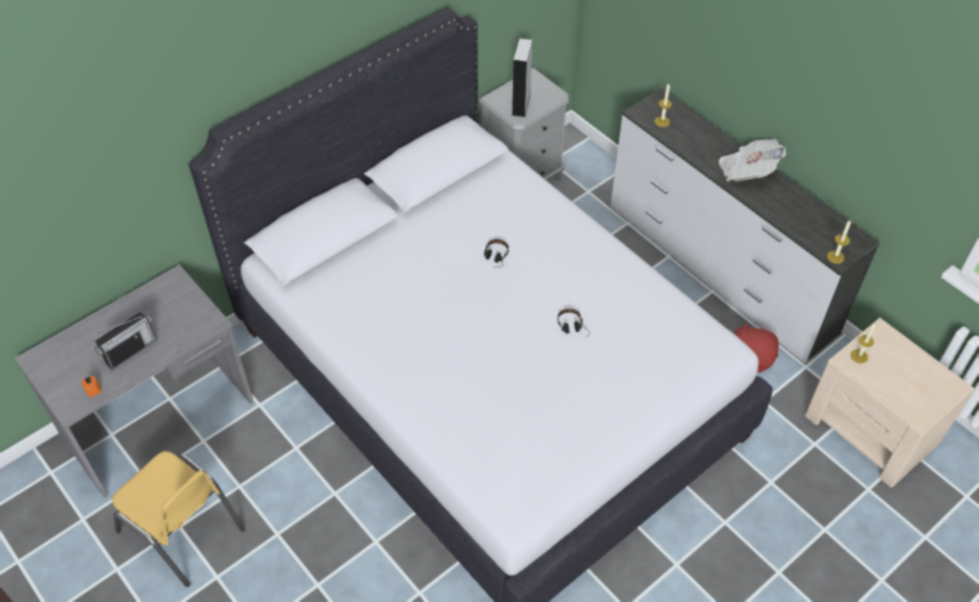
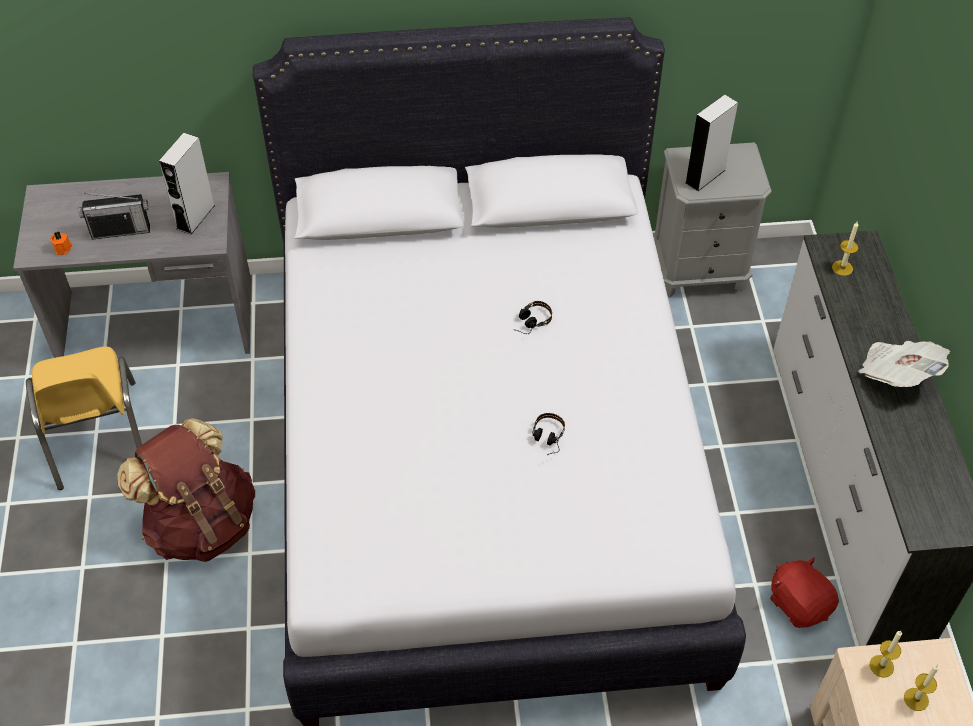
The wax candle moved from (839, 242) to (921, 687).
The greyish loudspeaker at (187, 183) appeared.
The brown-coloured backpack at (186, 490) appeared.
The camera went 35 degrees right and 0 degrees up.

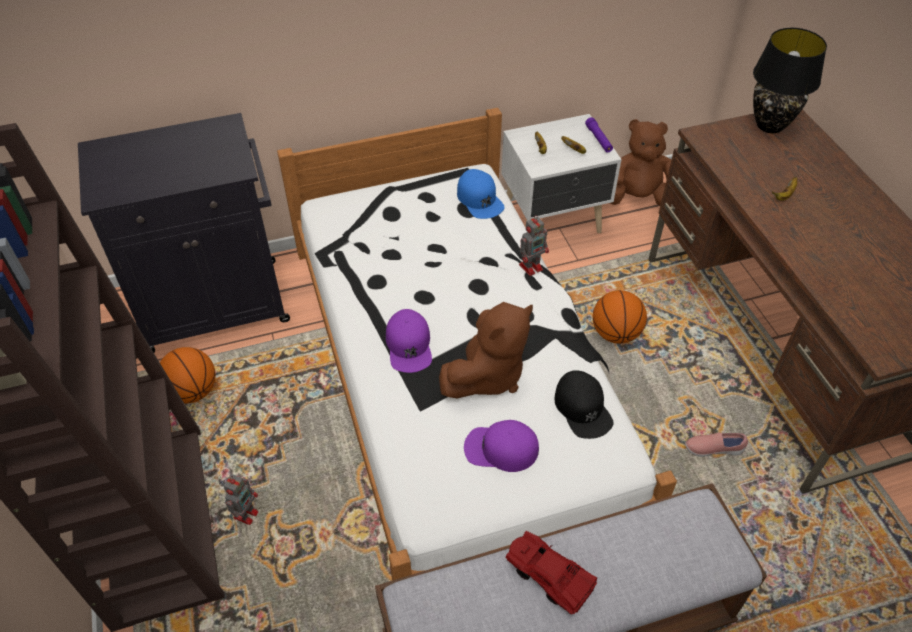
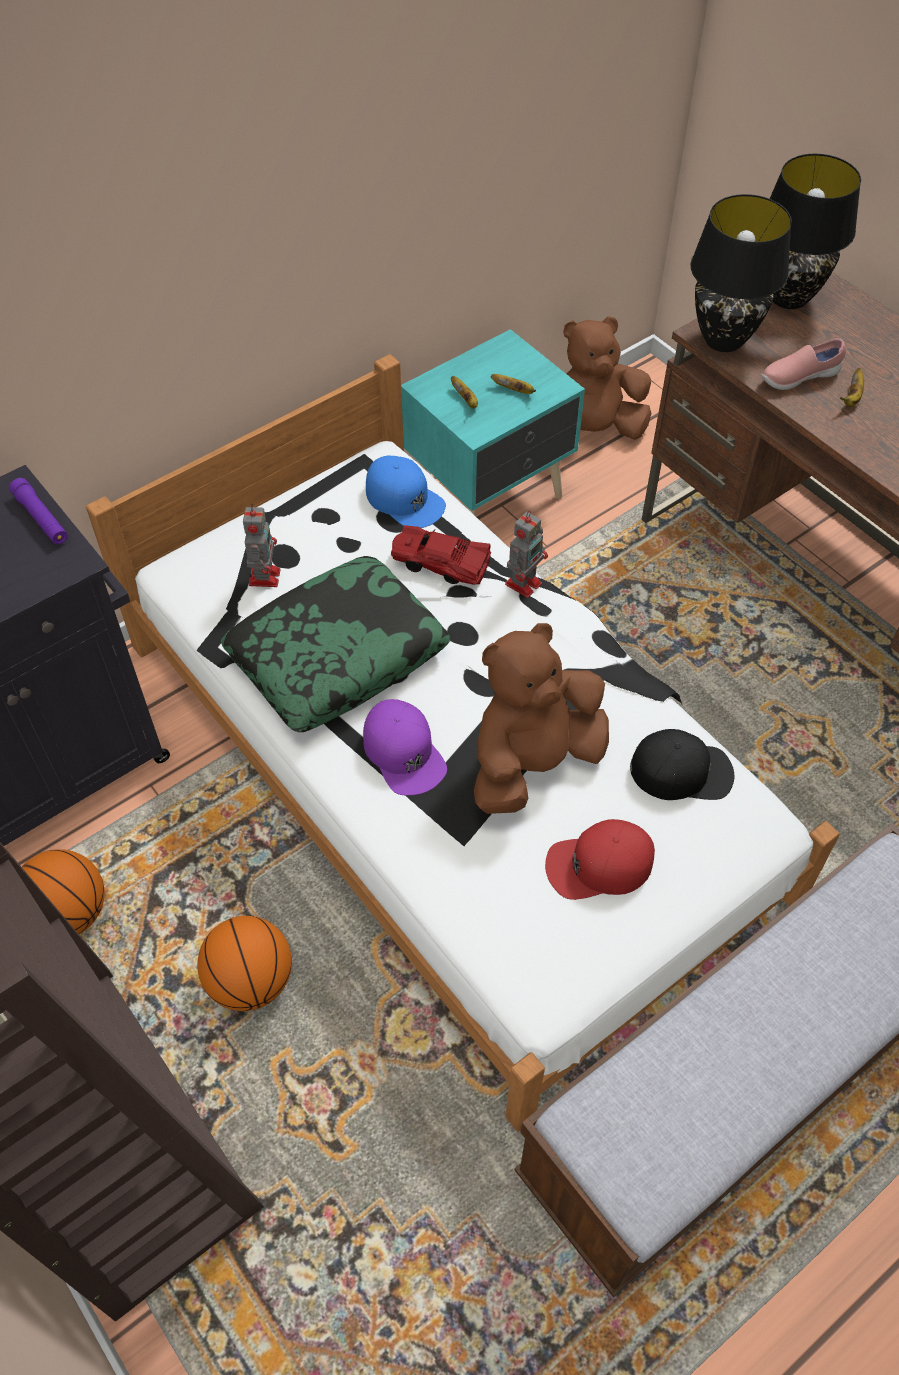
The white-coloured bedside table at (561, 173) became the turquoise bedside table at (493, 422).
The purple-coloured torch moved from (599, 135) to (38, 511).
The basketball moved from (620, 317) to (244, 963).
The brown-coloured plush toy at (486, 350) turned 150 degrees counterclockwise.
The black cap at (584, 404) turned 45 degrees counterclockwise.
The purple-coloured cap at (501, 446) became the reddish cap at (600, 859).
The pinkish item of footwear moved from (716, 444) to (803, 364).
The model robot moved from (240, 499) to (262, 545).
The reddish model car moved from (551, 573) to (441, 555).
The black lamp for a table at (741, 273) appeared.
The throw pillow at (335, 644) appeared.
The camera went 20 degrees left and 5 degrees up.

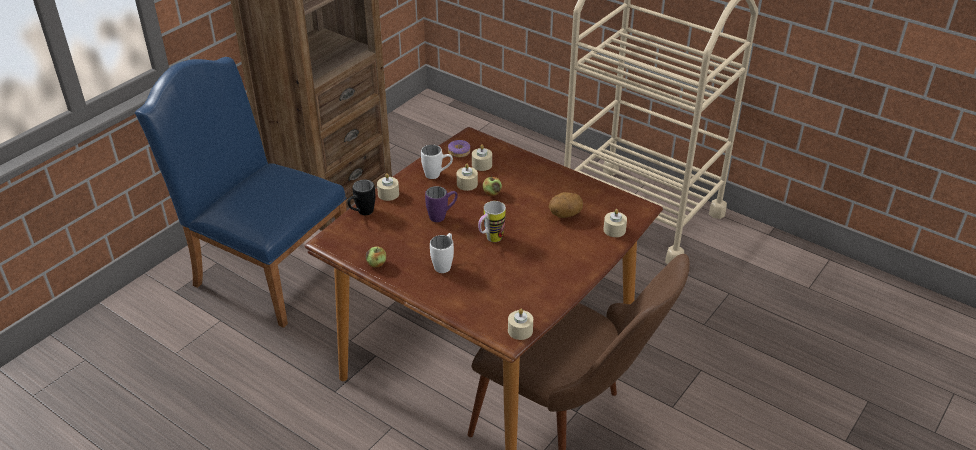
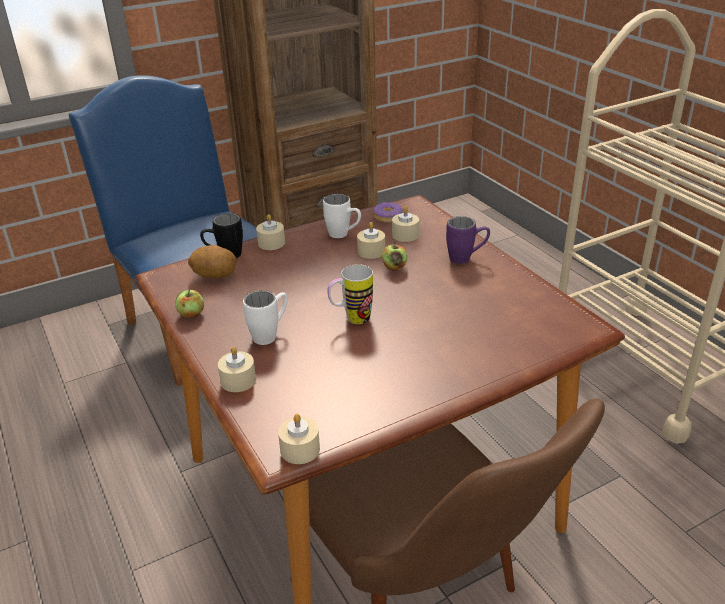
The purple-coloured mug moved from (441, 204) to (468, 240).
The spud moved from (566, 205) to (212, 261).
The sand-coloured wax candle moved from (615, 223) to (237, 369).
The camera went 25 degrees right and 5 degrees down.

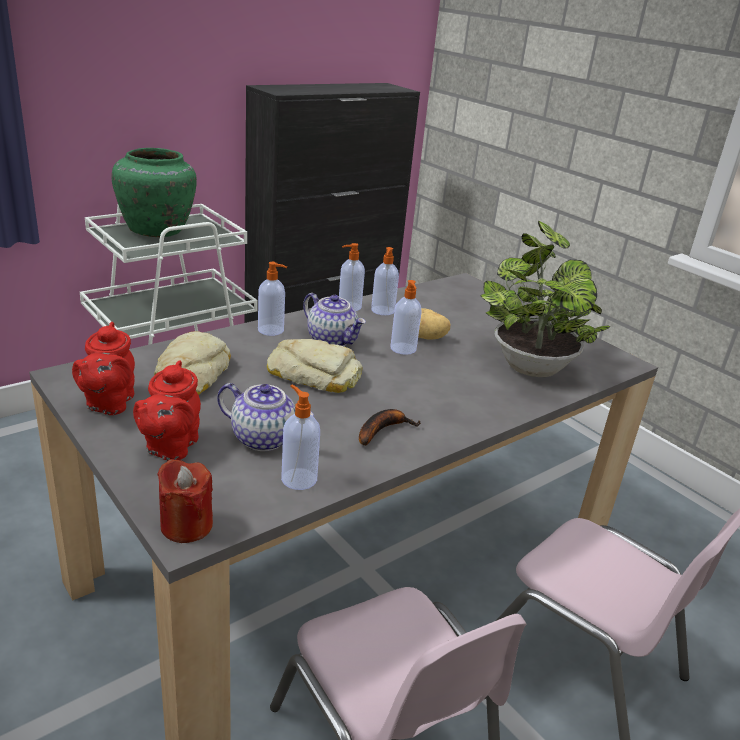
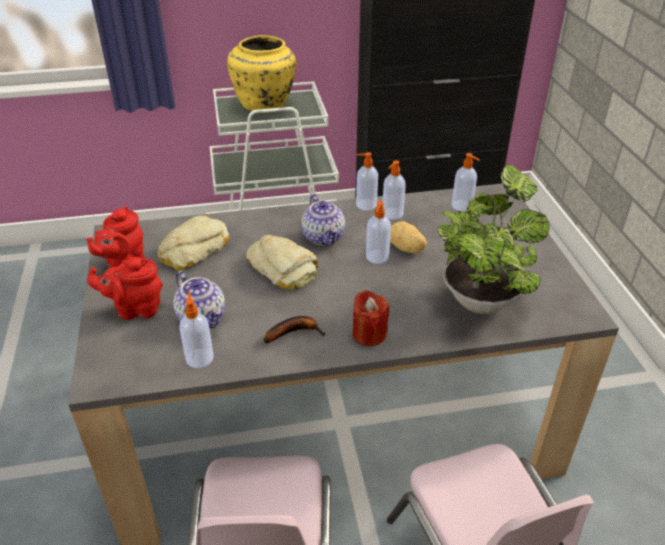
The greenish flower vase at (154, 192) became the yellowish flower vase at (261, 74).
The soap bottle moved from (272, 299) to (465, 182).
The reddish pot for tea at (167, 411) turned 45 degrees clockwise.
The reddish wax candle moved from (185, 501) to (371, 318).
The camera went 30 degrees right and 10 degrees up.

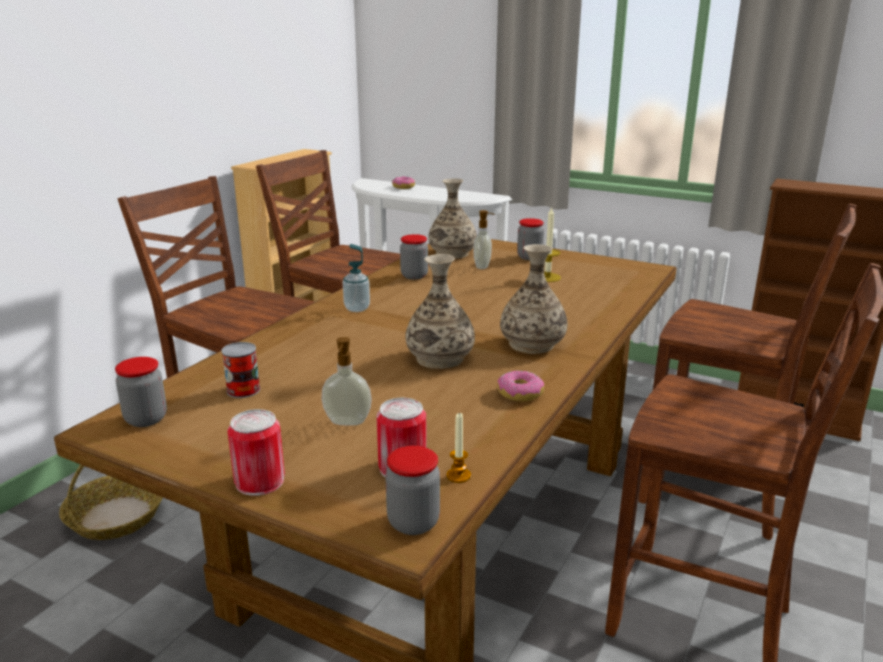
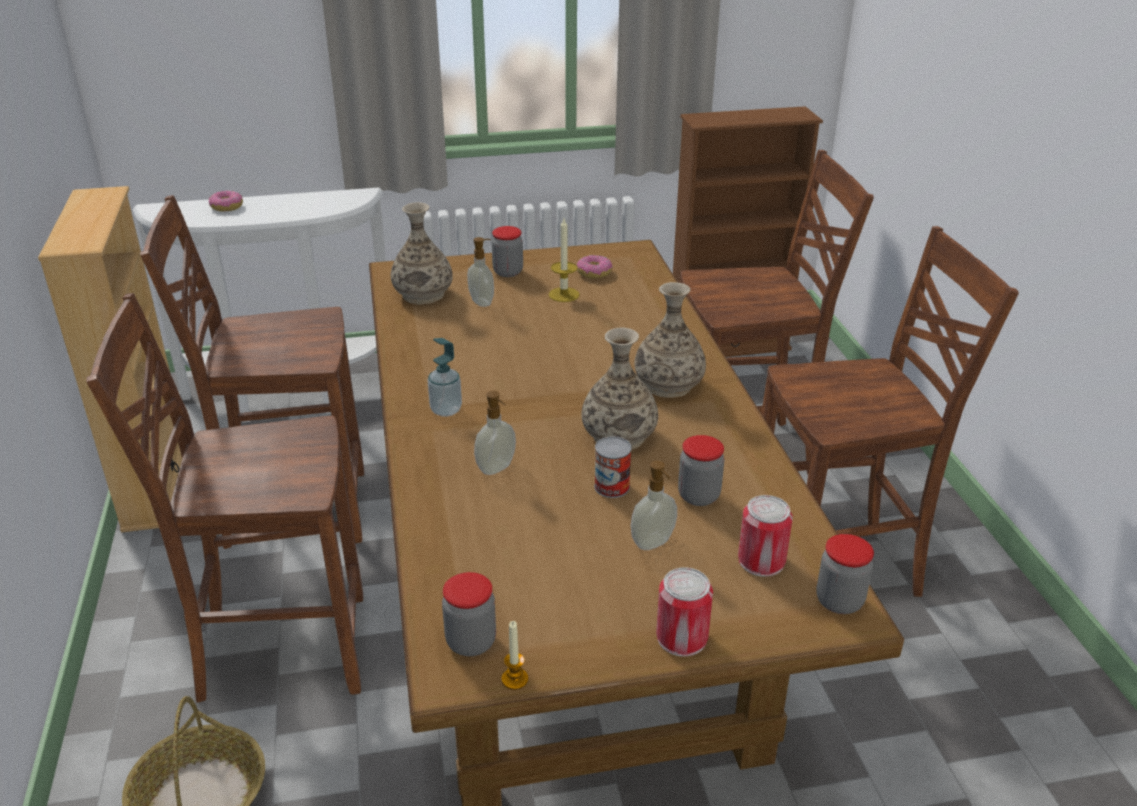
The storage jar moved from (414, 256) to (701, 470).
The metal can moved from (240, 370) to (613, 467).
The ring doughnut moved from (520, 386) to (594, 267).
The wax candle moved from (459, 447) to (514, 655).
The soap bottle at (495, 433) appeared.
The camera went 40 degrees left and 10 degrees up.

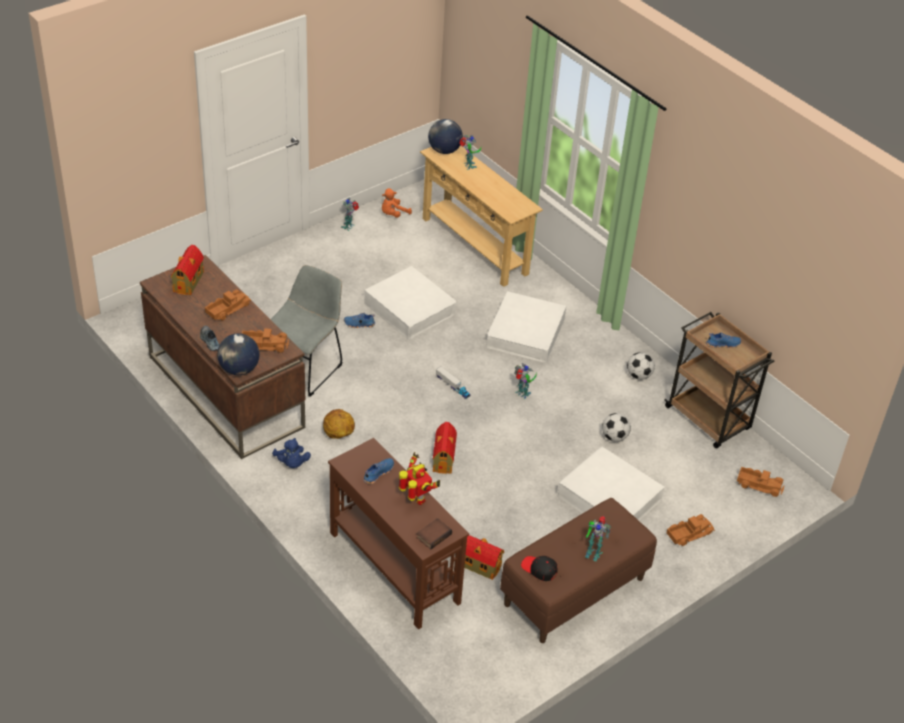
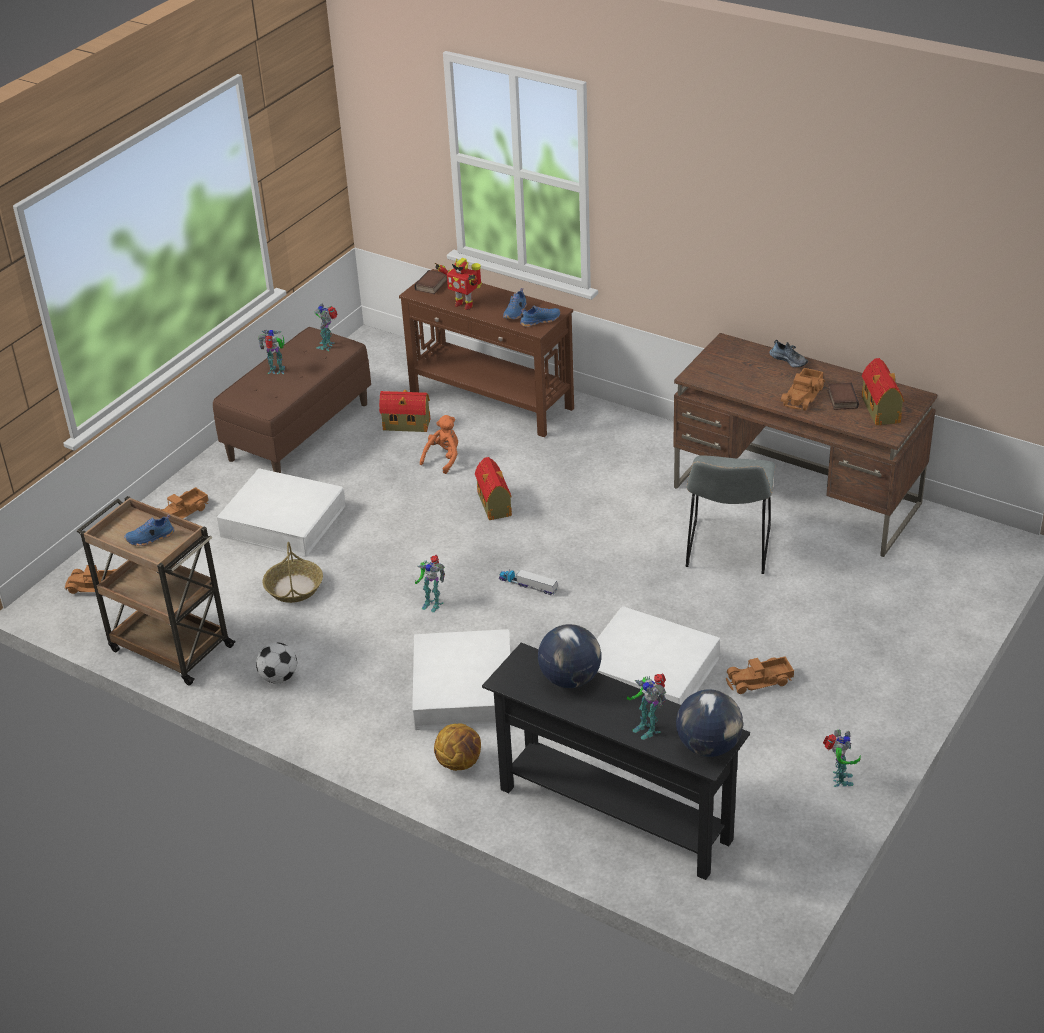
The sand-coloured narrow table at (481, 216) became the black narrow table at (616, 761).
The orange-coloured plush toy moved from (397, 203) to (439, 444).
The blue-coloured item of footwear moved from (359, 320) to (540, 316).
The toy truck moved from (265, 340) to (760, 675).
The world globe moved from (238, 354) to (569, 656).
The basketball moved from (339, 424) to (457, 747).
The football ball at (616, 427) was replaced by the basket at (292, 572).
The blue-coloured plush toy at (291, 453) disappeared.
The black cap at (539, 568) was replaced by the model robot at (326, 327).
The bound book at (843, 396) appeared.
The camera went 165 degrees right and 5 degrees down.

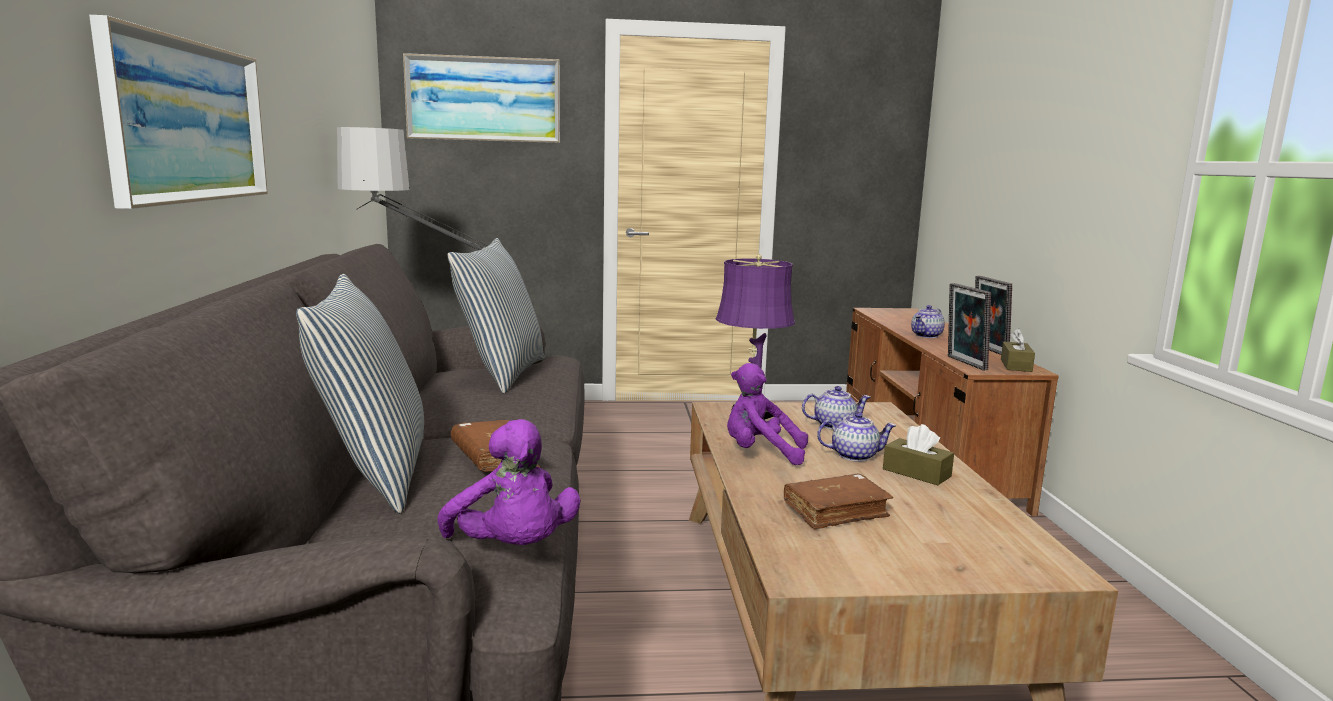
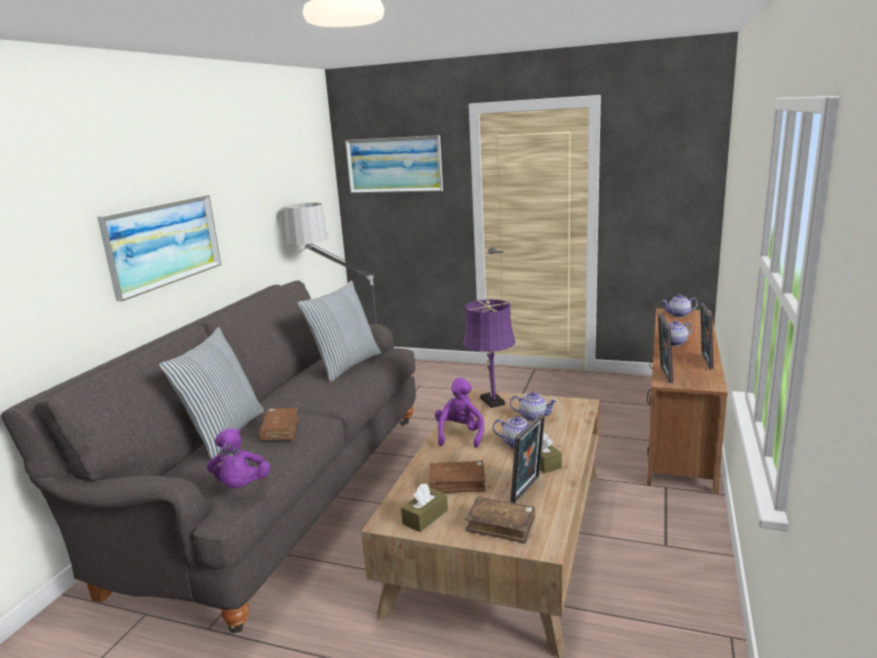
The brown-coloured tissue holder moved from (1018, 350) to (424, 507).
The purple-coloured plush toy at (767, 414) turned 60 degrees clockwise.
The pot for tea at (680, 305) appeared.
The photo frame at (527, 458) appeared.
The brown-coloured bound book at (500, 520) appeared.
The camera went 25 degrees right and 5 degrees up.

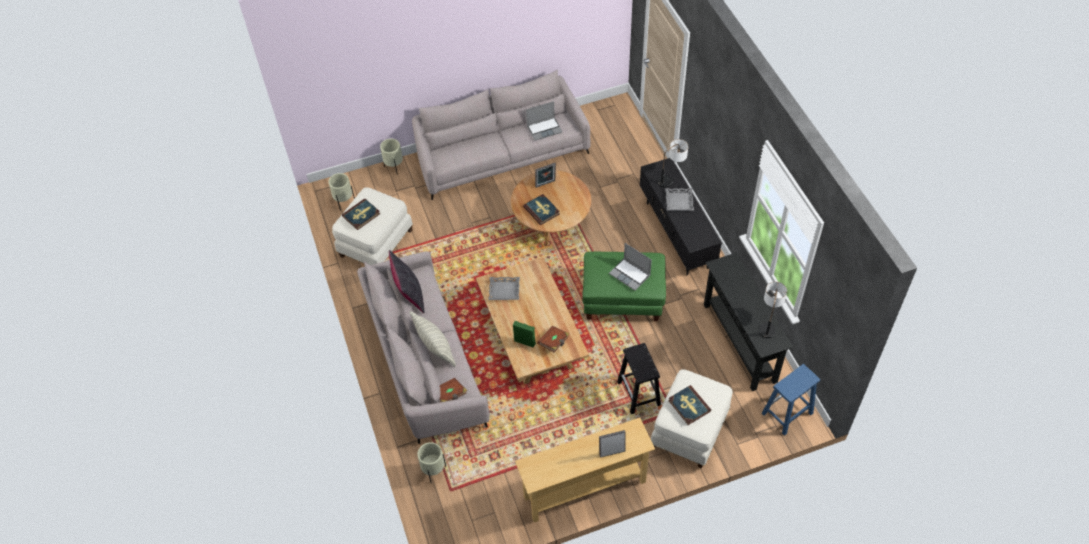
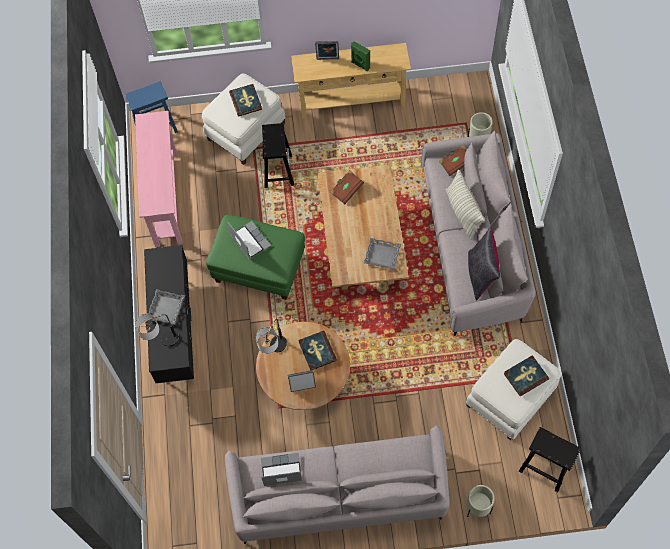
The sand-coloured plant pot at (341, 191) was replaced by the black stool seat at (550, 459).
The black narrow table at (748, 322) became the pinkish narrow table at (159, 179).
The lamp for a table moved from (773, 310) to (271, 336).
The greenish loudspeaker moved from (524, 334) to (360, 56).
The camera went 165 degrees left and 10 degrees up.

